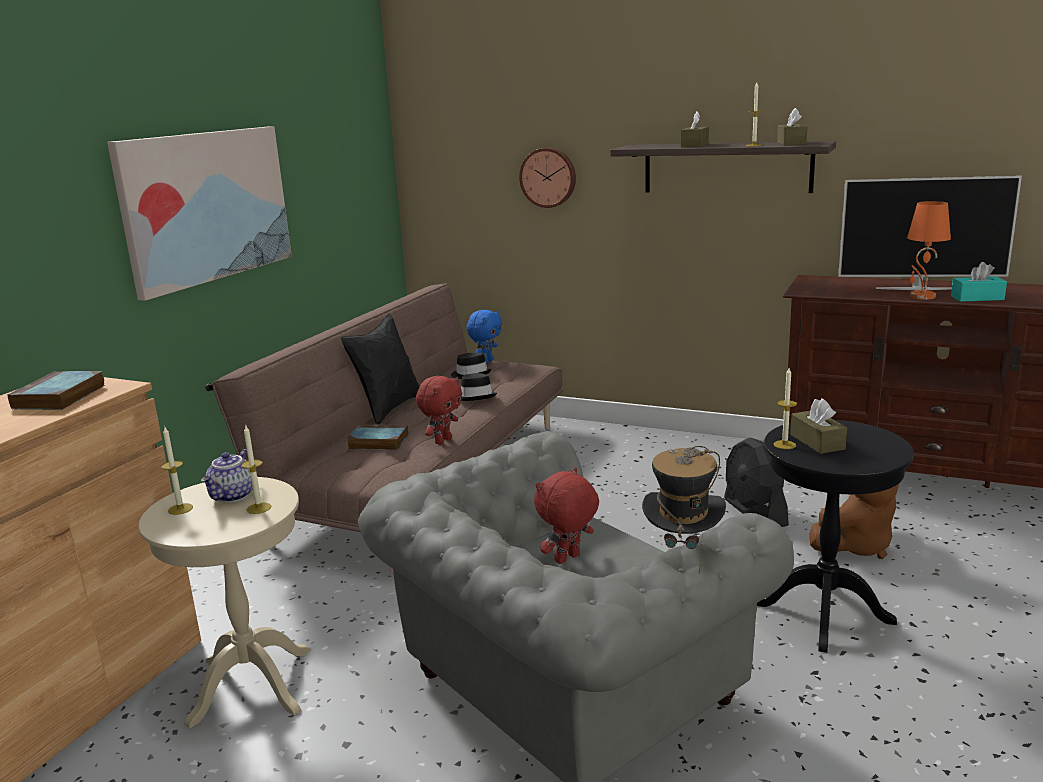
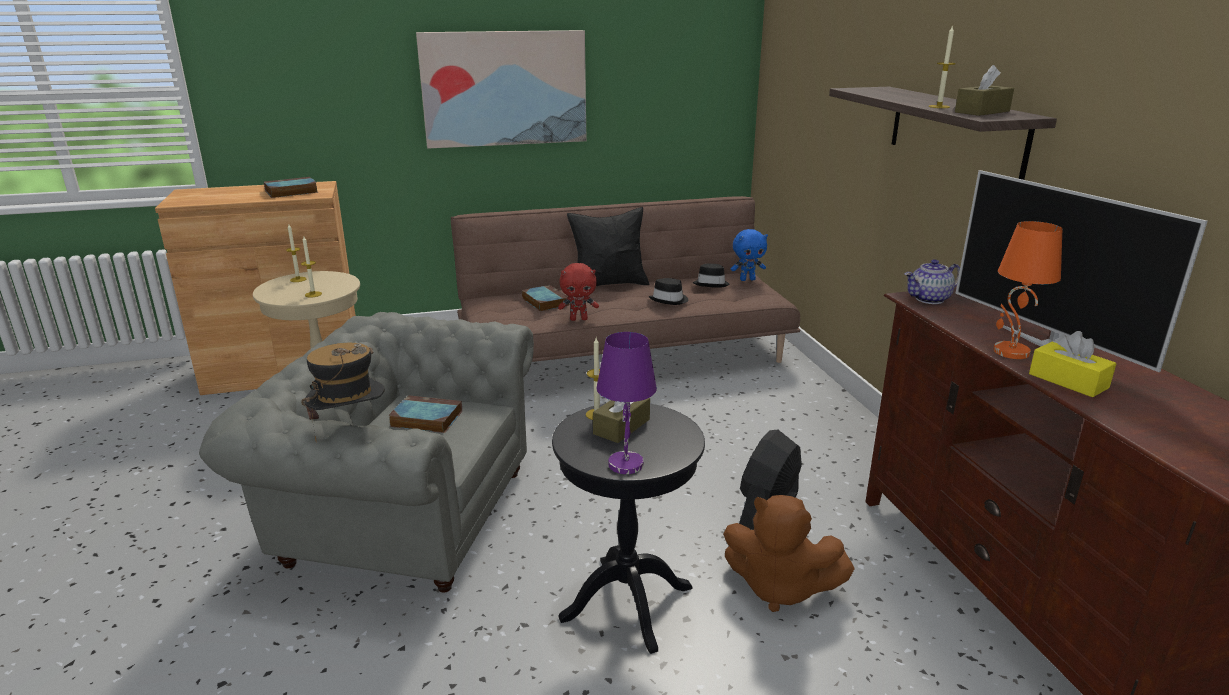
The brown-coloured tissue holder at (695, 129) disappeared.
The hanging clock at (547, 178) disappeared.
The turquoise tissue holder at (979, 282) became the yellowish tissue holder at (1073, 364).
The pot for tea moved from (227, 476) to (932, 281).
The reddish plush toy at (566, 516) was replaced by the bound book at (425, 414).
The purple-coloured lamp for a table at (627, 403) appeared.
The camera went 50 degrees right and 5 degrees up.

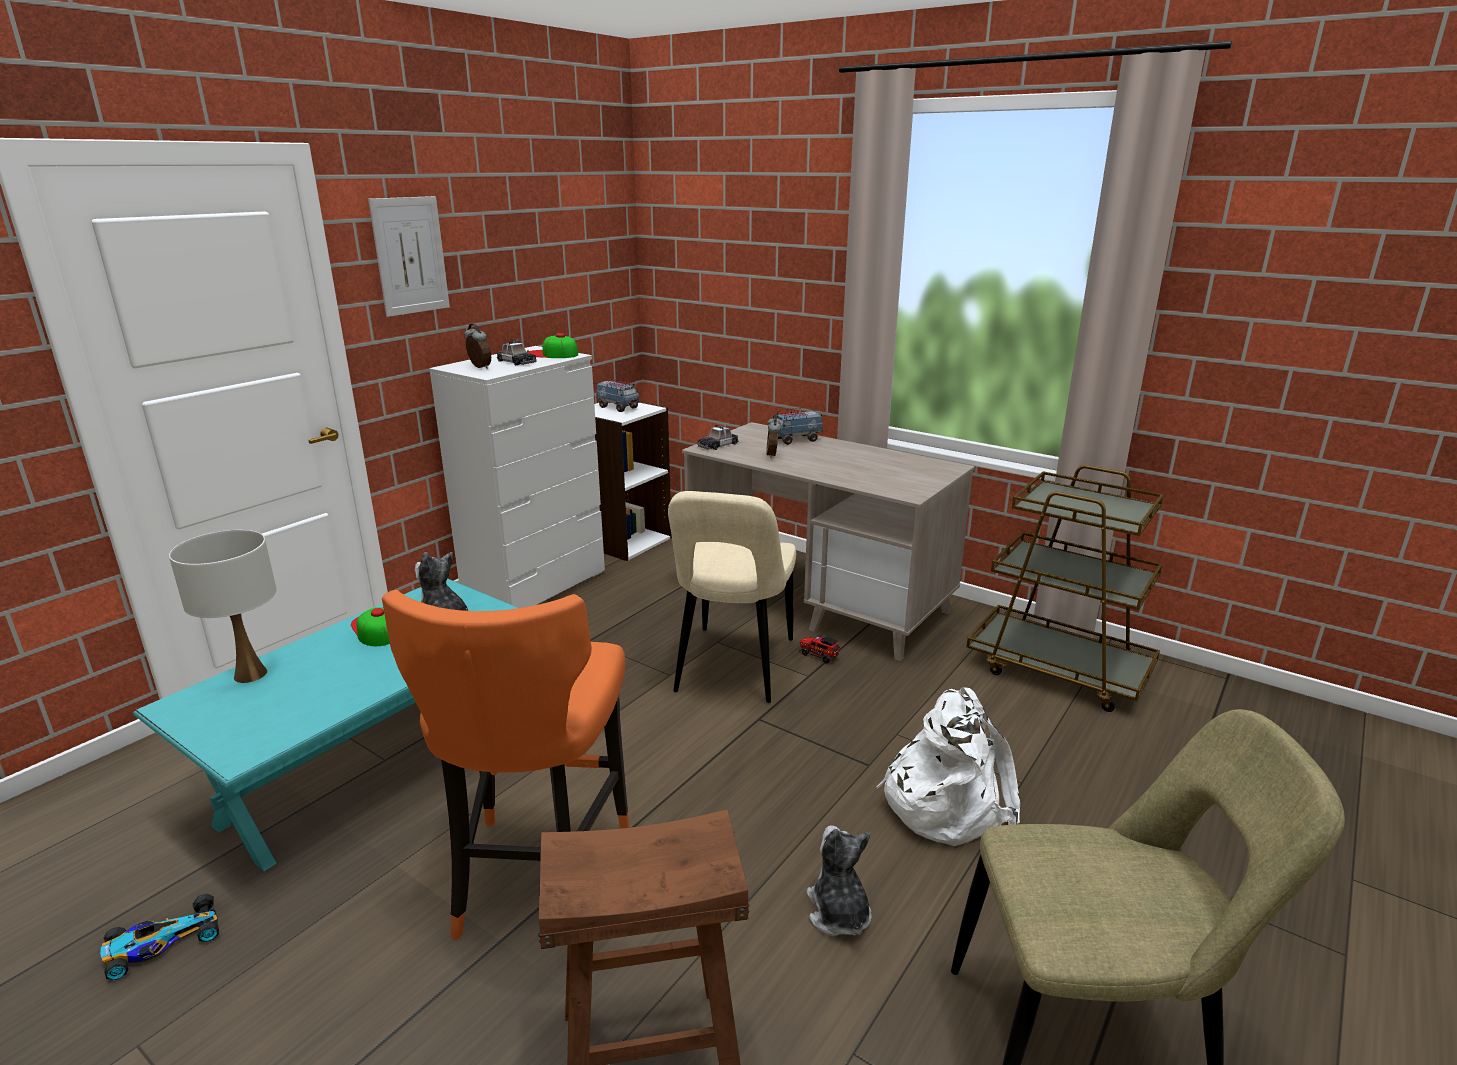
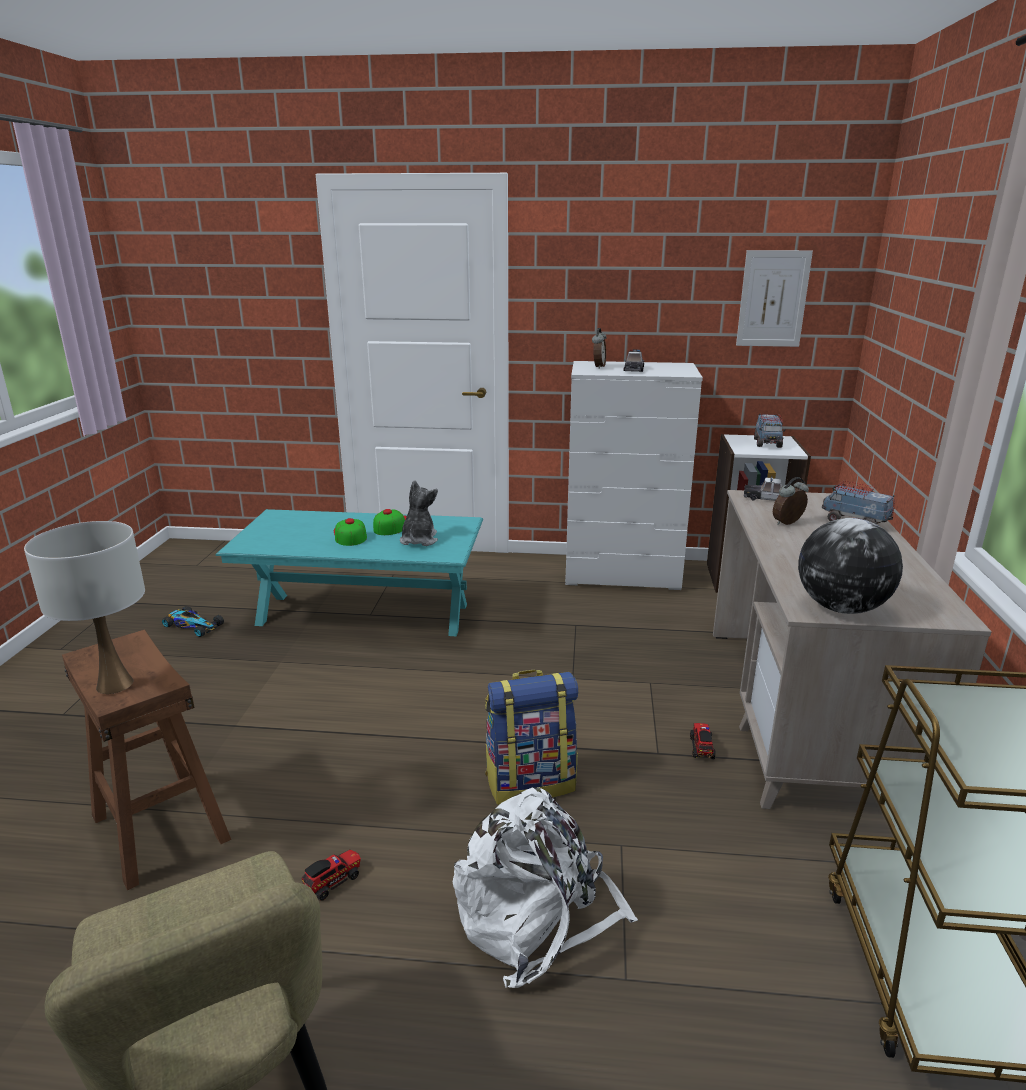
The wall art moved from (409, 256) to (774, 298).
The cap moved from (553, 345) to (350, 532).
The sand-coloured upright chair at (732, 597) disappeared.
The white-coloured lamp for a table moved from (223, 606) to (84, 607).
The orange-coloured stool seat at (505, 765) disappeared.
The plush toy at (839, 880) was replaced by the toy truck at (331, 875).
The world globe at (850, 566) appeared.
The backpack at (531, 737) appeared.
The camera went 60 degrees right and 0 degrees up.

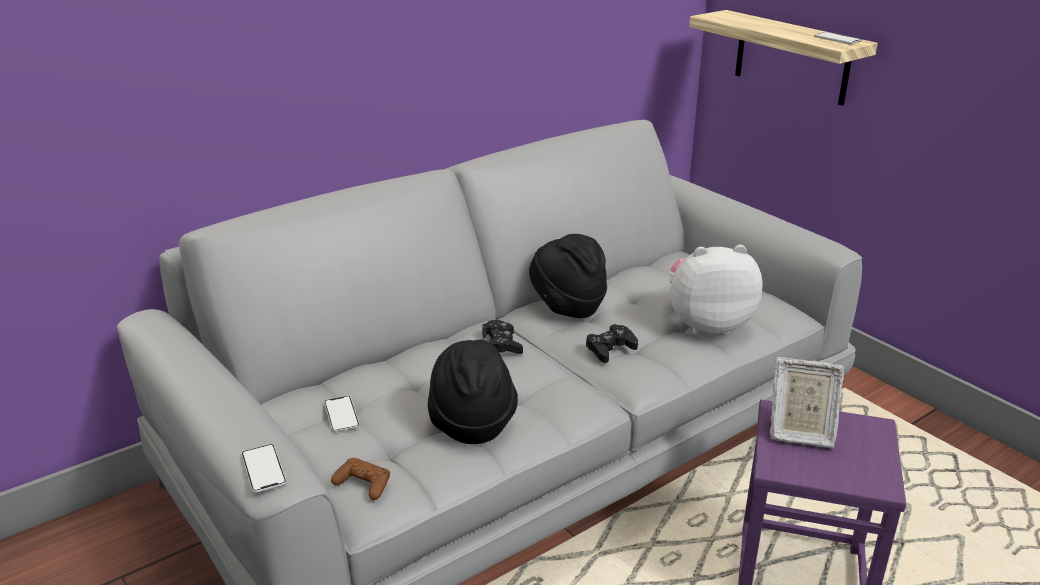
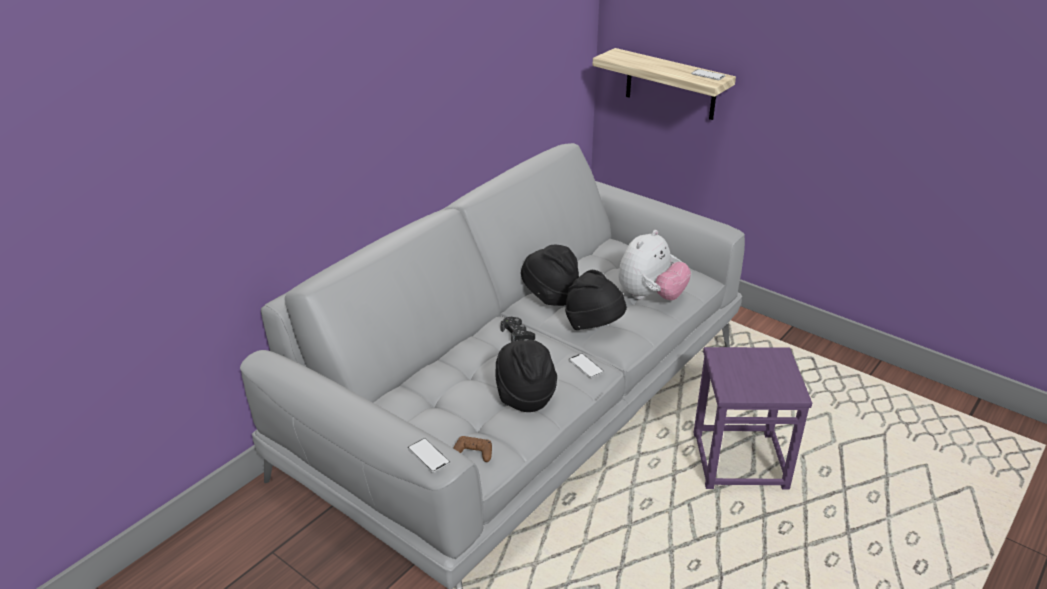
The plush toy at (716, 290) turned 150 degrees clockwise.
The black game controller at (612, 343) was replaced by the black hat at (596, 300).
The photo frame at (807, 402) disappeared.
The telephone moved from (342, 414) to (586, 365).
The camera went 15 degrees left and 5 degrees up.

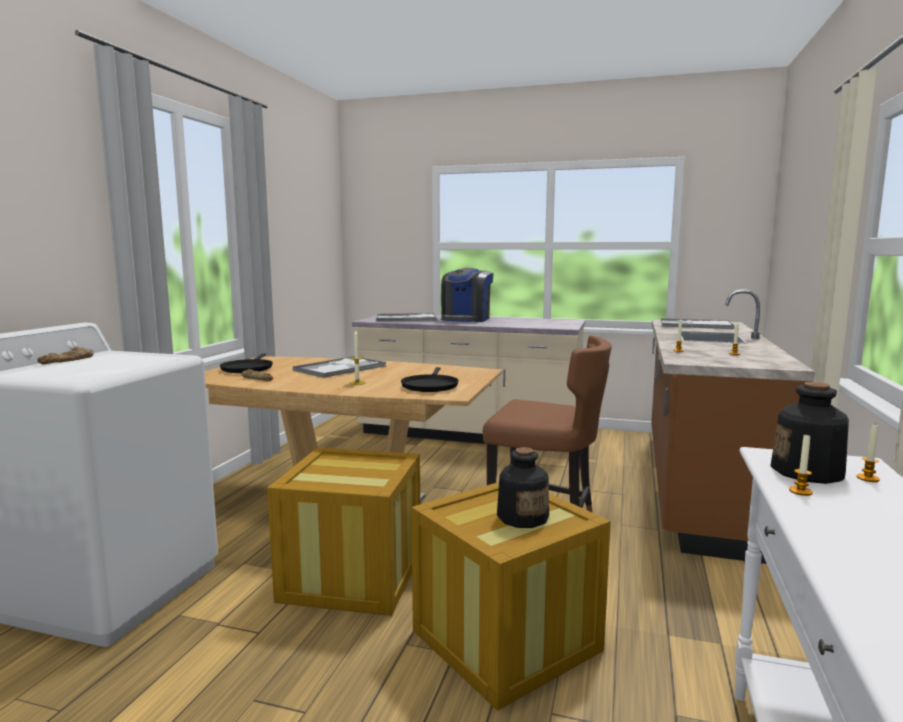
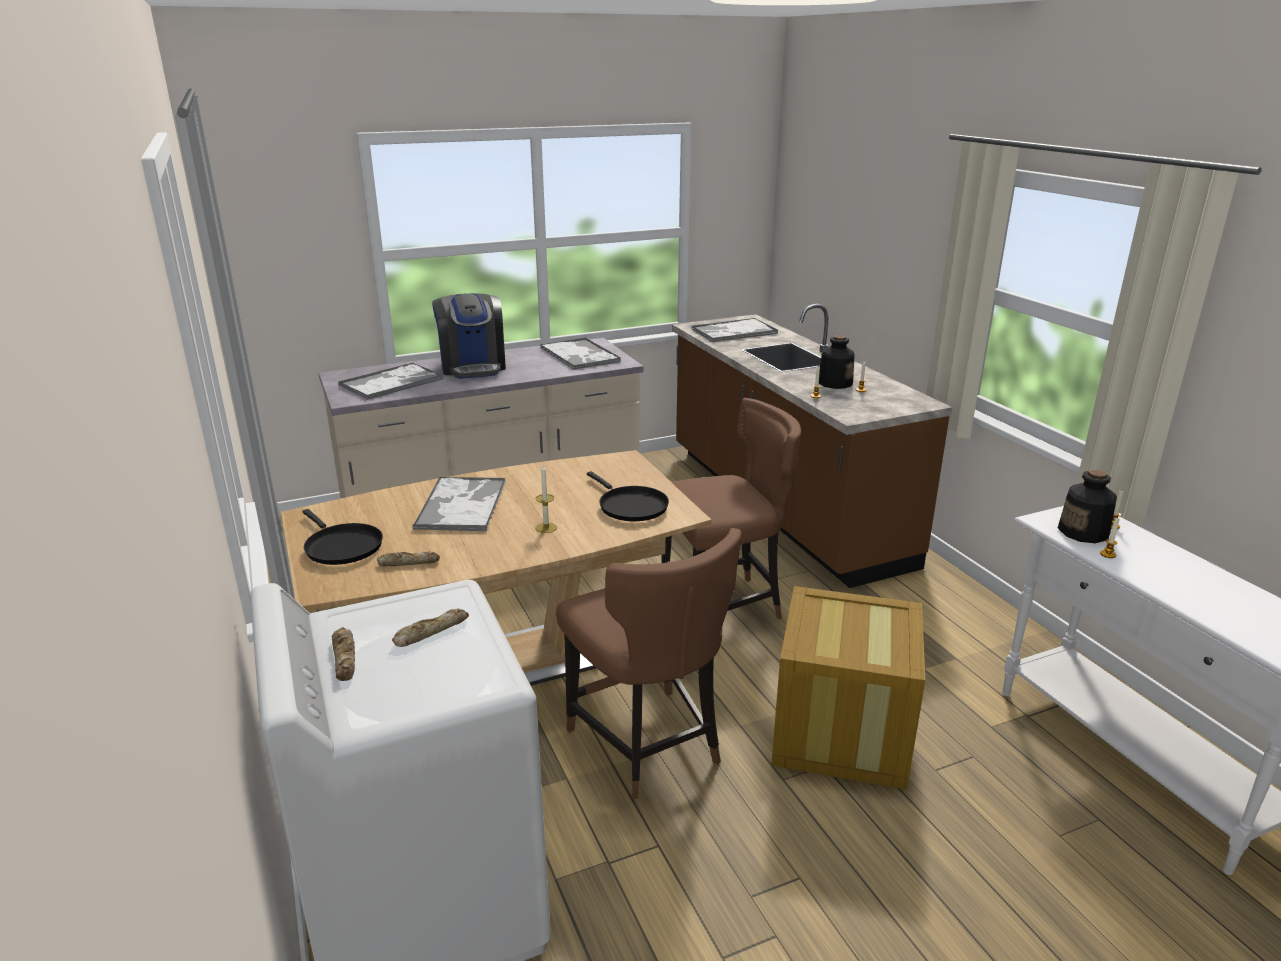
The beverage bottle moved from (523, 487) to (837, 362).
The packing crate at (343, 532) was replaced by the brown-coloured upright chair at (648, 663).
The serving tray at (581, 354) appeared.
The bakery bread at (430, 627) appeared.
The camera went 40 degrees left and 15 degrees up.

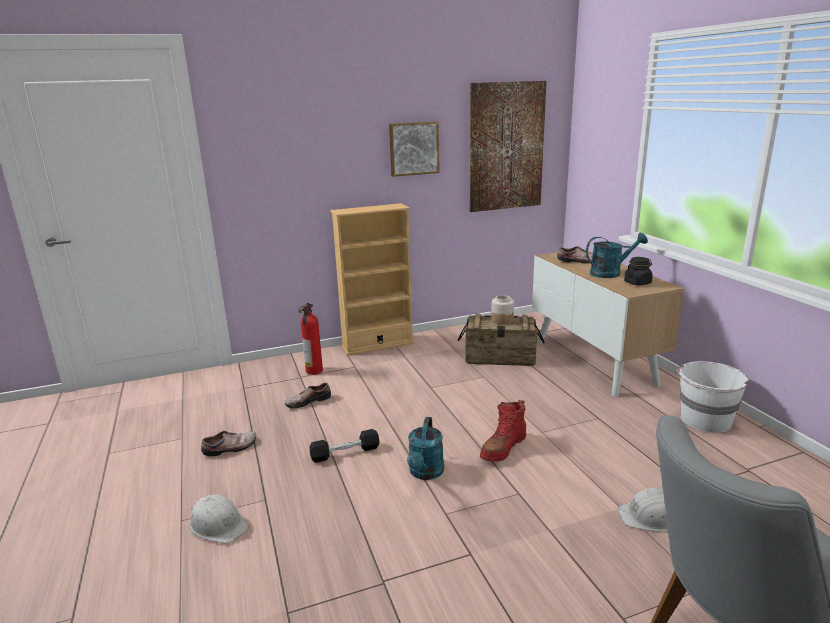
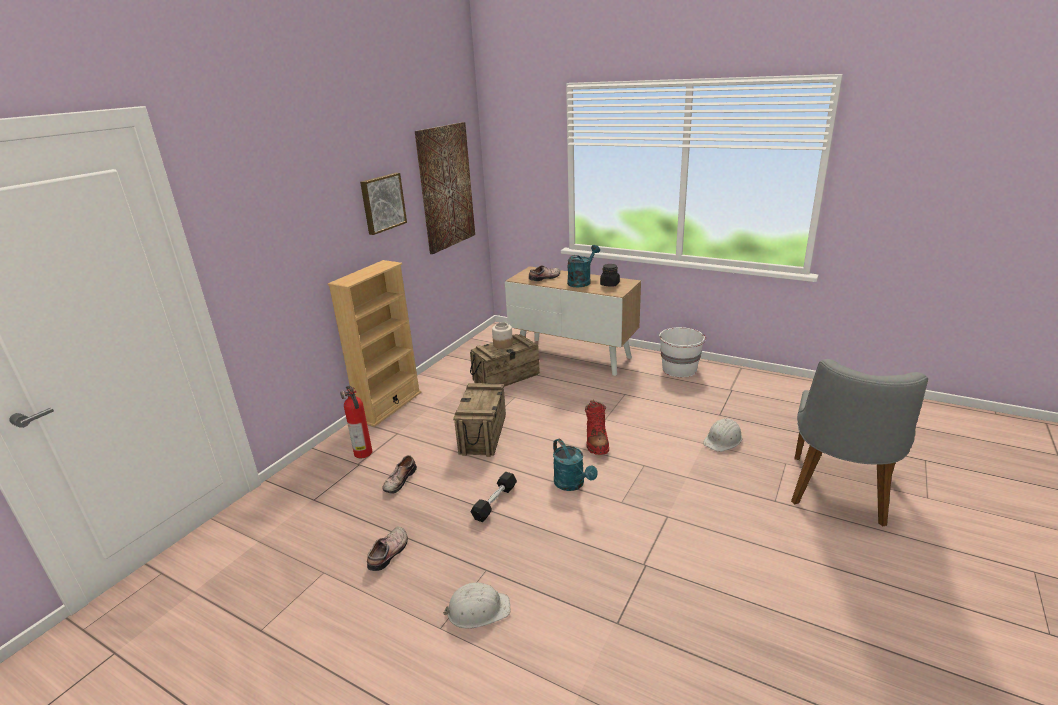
The packing crate at (479, 420) appeared.
The camera went 40 degrees left and 5 degrees up.

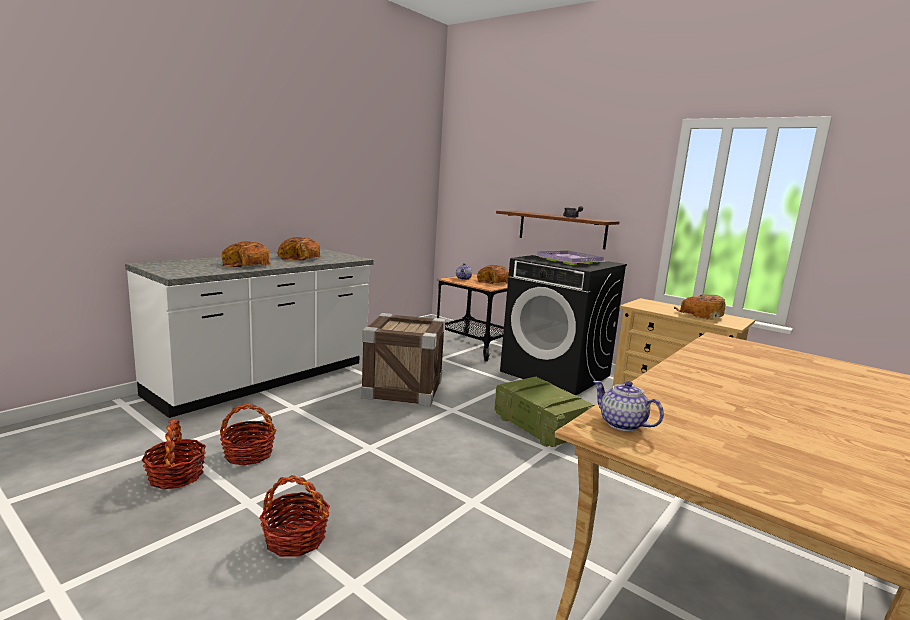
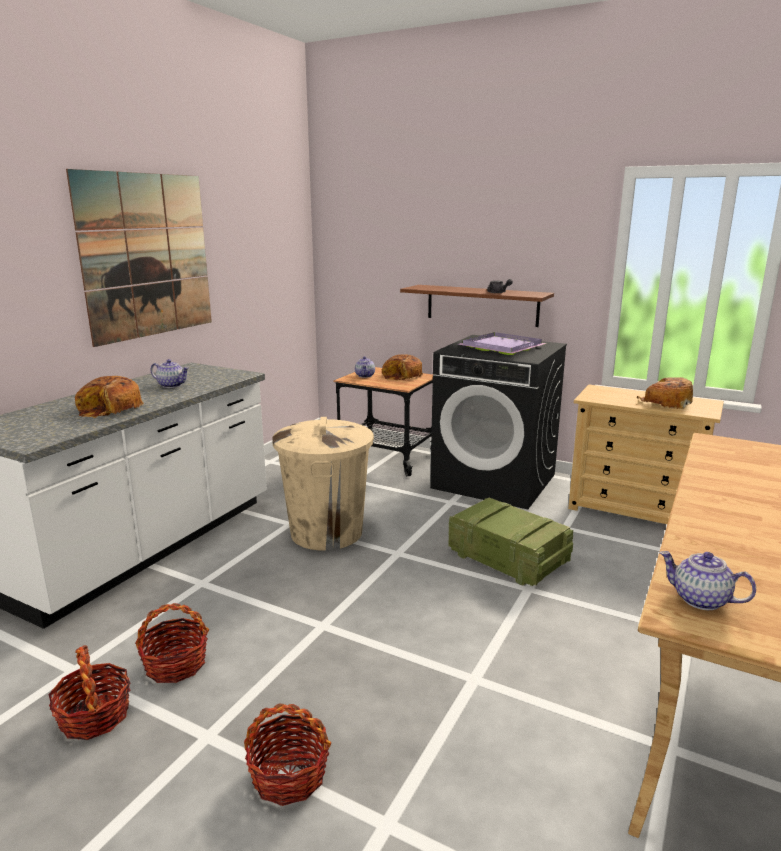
The bakery bread at (299, 249) was replaced by the pot for tea at (169, 373).
The packing crate at (403, 359) was replaced by the sand-coloured rubbish bin at (323, 484).
The wall art at (139, 258) appeared.
The camera went 10 degrees left and 5 degrees up.

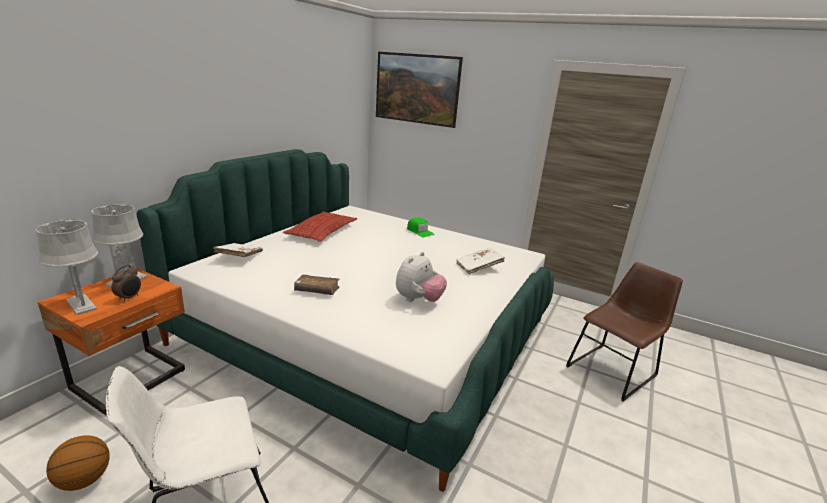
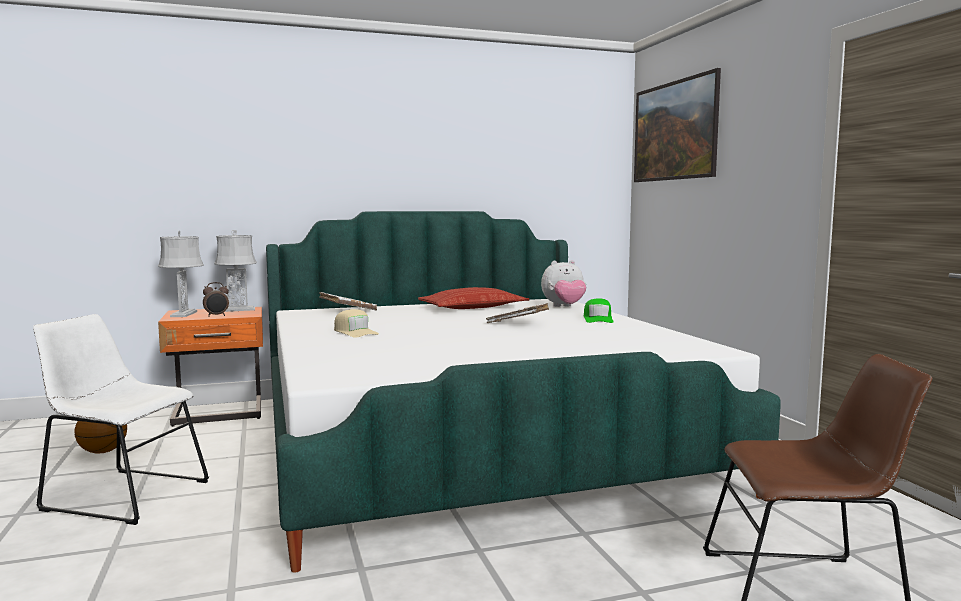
The white-coloured bound book moved from (480, 261) to (517, 313).
The plush toy moved from (421, 277) to (563, 283).
The brown-coloured bound book at (317, 284) was replaced by the sand-coloured cap at (356, 323).
The camera went 45 degrees right and 15 degrees down.

